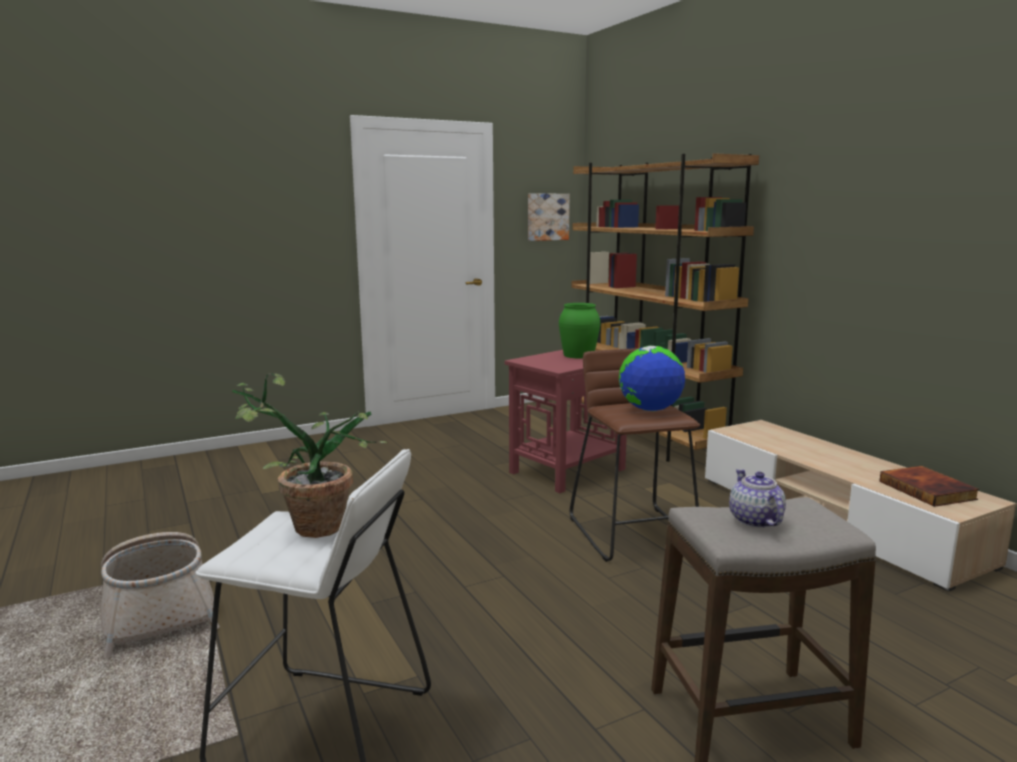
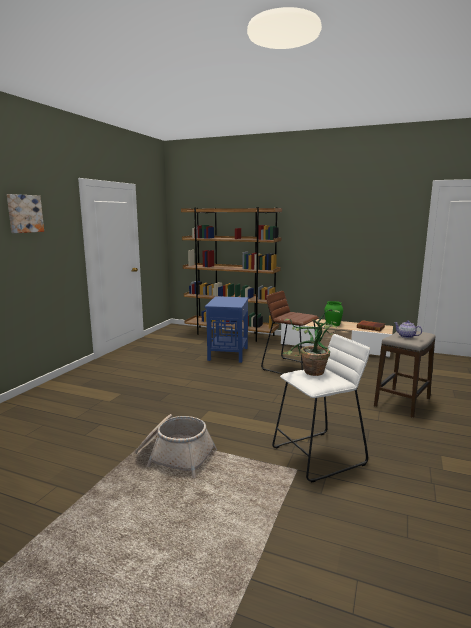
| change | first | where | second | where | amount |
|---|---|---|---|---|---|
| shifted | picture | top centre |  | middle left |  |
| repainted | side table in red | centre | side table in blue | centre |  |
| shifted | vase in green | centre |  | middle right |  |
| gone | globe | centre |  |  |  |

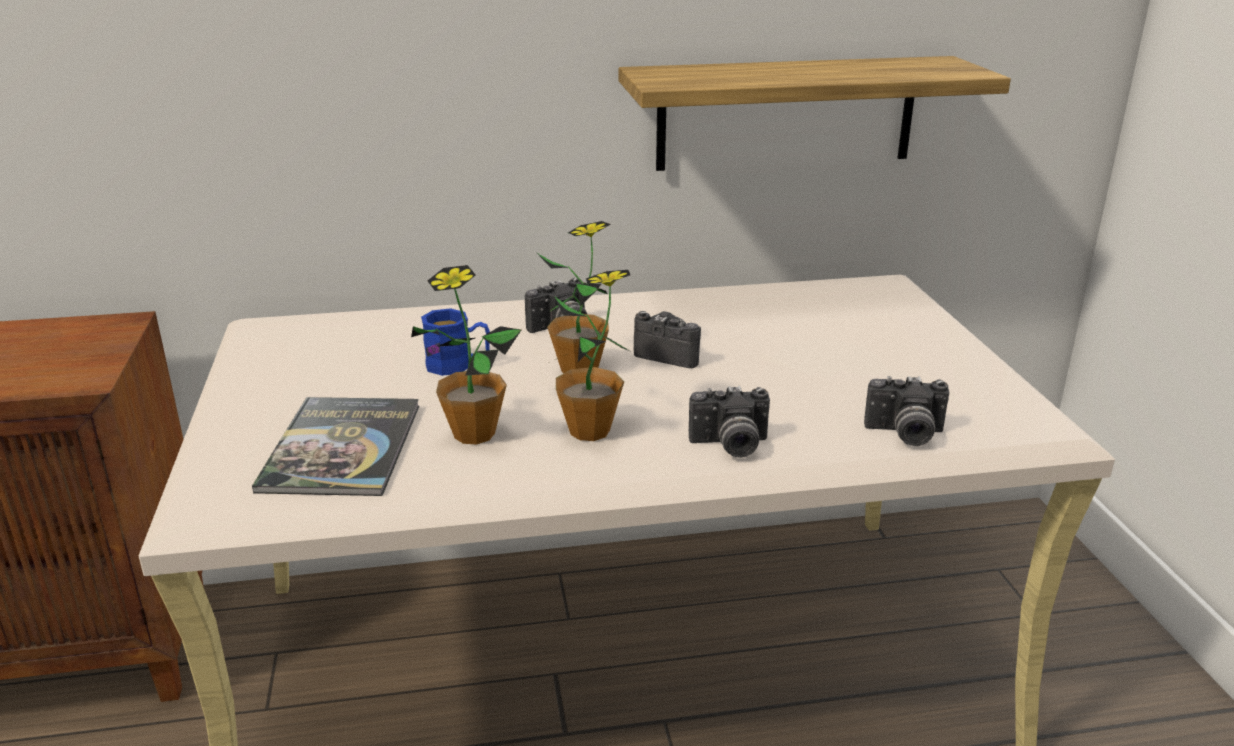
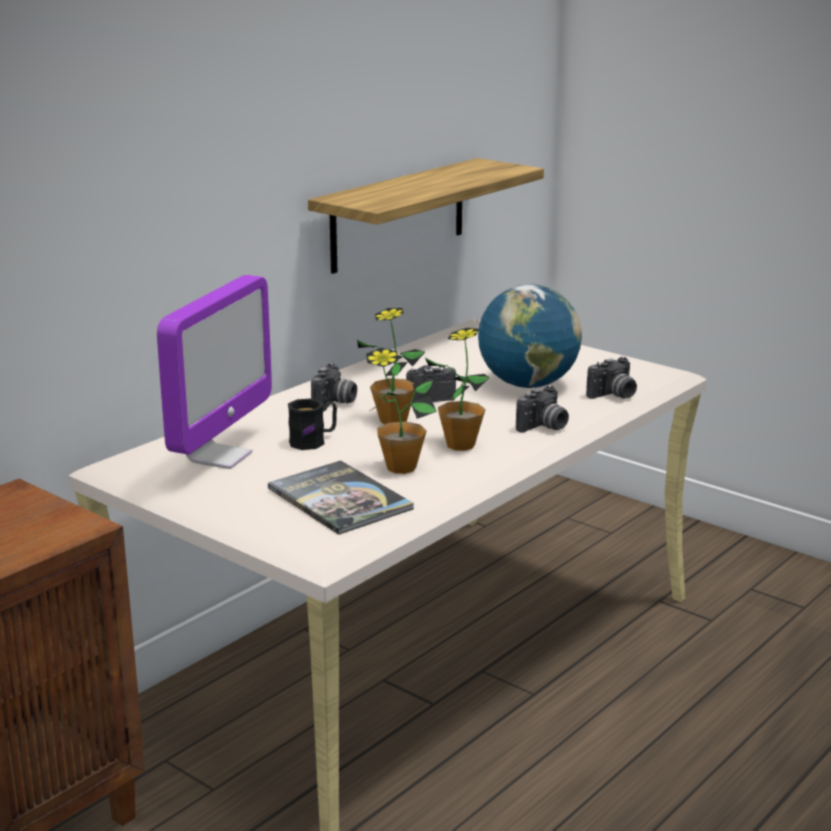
| change | first | where | second | where | amount |
|---|---|---|---|---|---|
| new |  |  | monitor | middle left |  |
| repainted | mug in blue | centre | mug in black | centre |  |
| new |  |  | globe | centre |  |

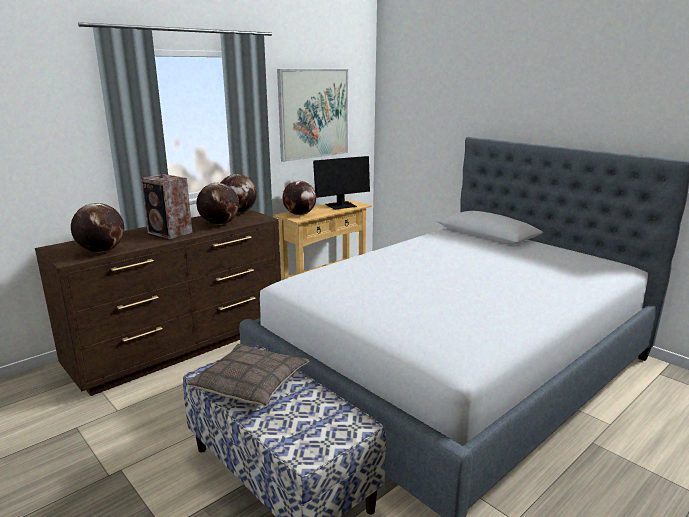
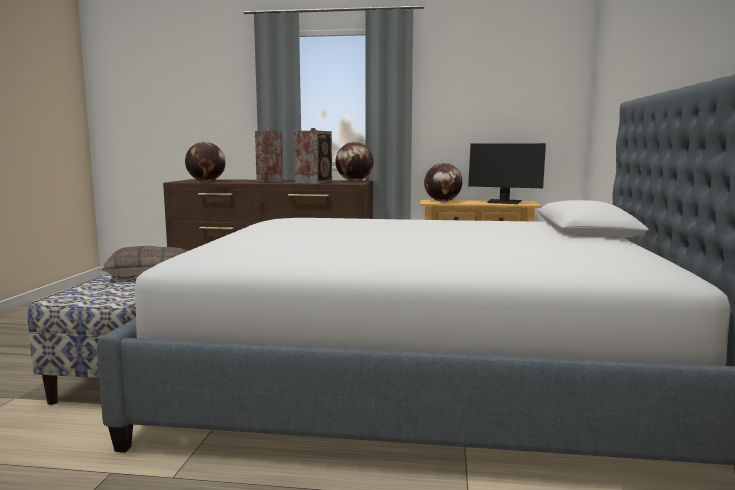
| change | first | where | second | where | amount |
|---|---|---|---|---|---|
| swapped | globe (no. 2 from left) | middle left | speaker (no. 2 from left) | top centre |  |
| gone | picture | top centre |  |  |  |

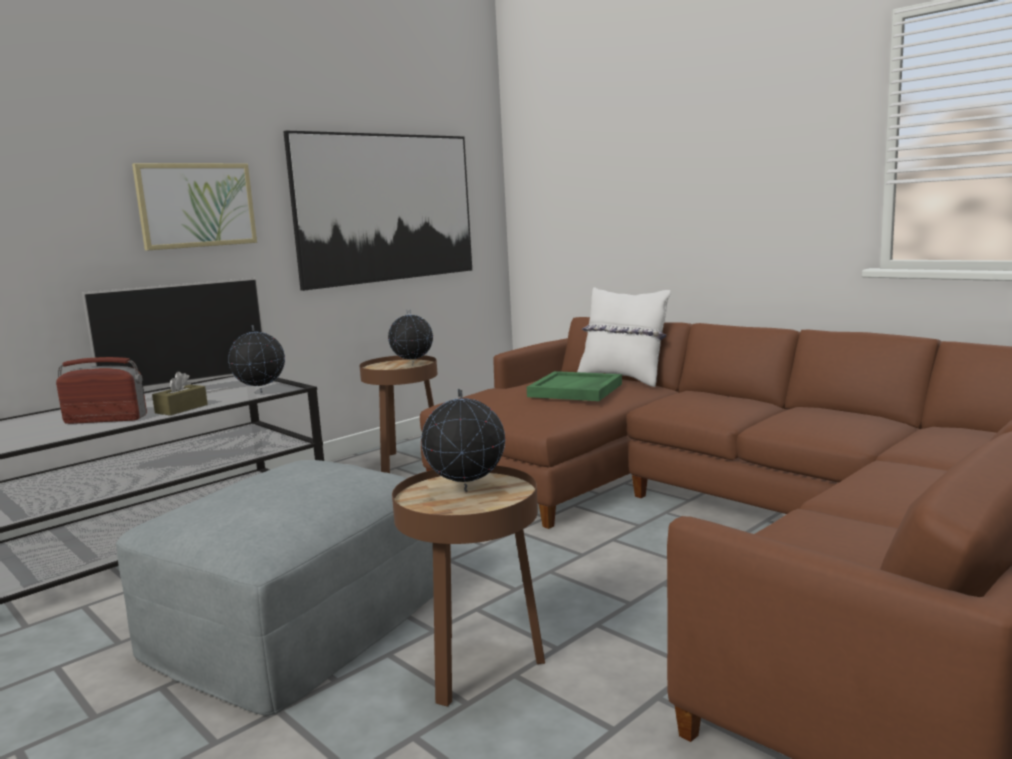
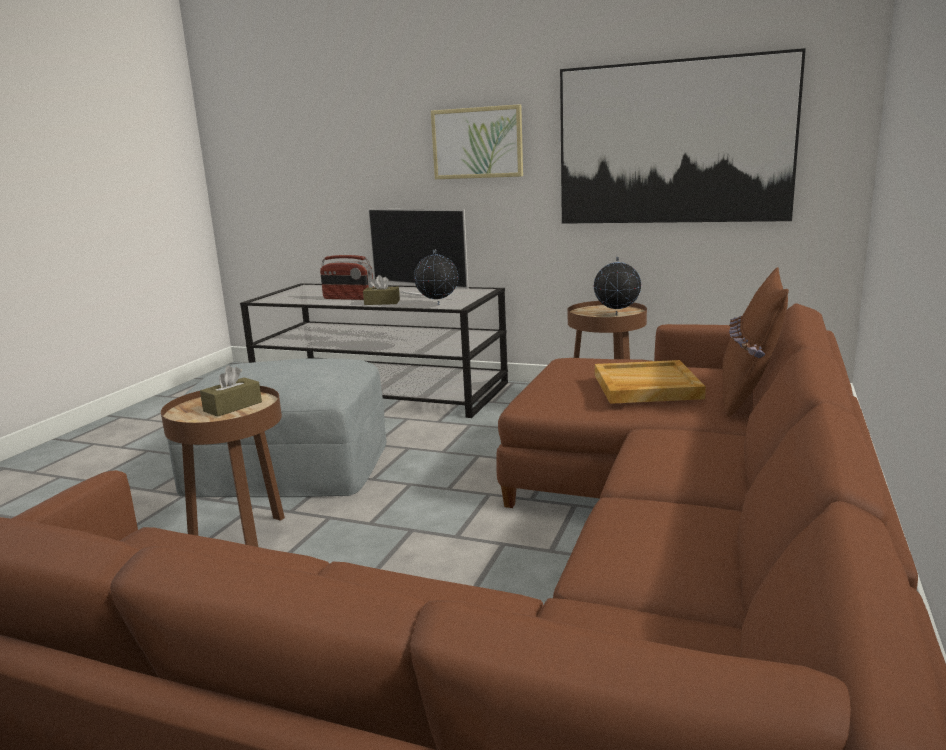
| change | first | where | second | where | amount |
|---|---|---|---|---|---|
| swapped | globe (no. 3 from left) | centre | tissue box in brown (no. 1 from left) | middle left |  |
| rotated | radio | middle left |  | centre | 135 degrees clockwise |
| repainted | tray in green | centre | tray in beige | middle right |  |
| repainted | pillow in white | centre | pillow in brown | middle right |  |

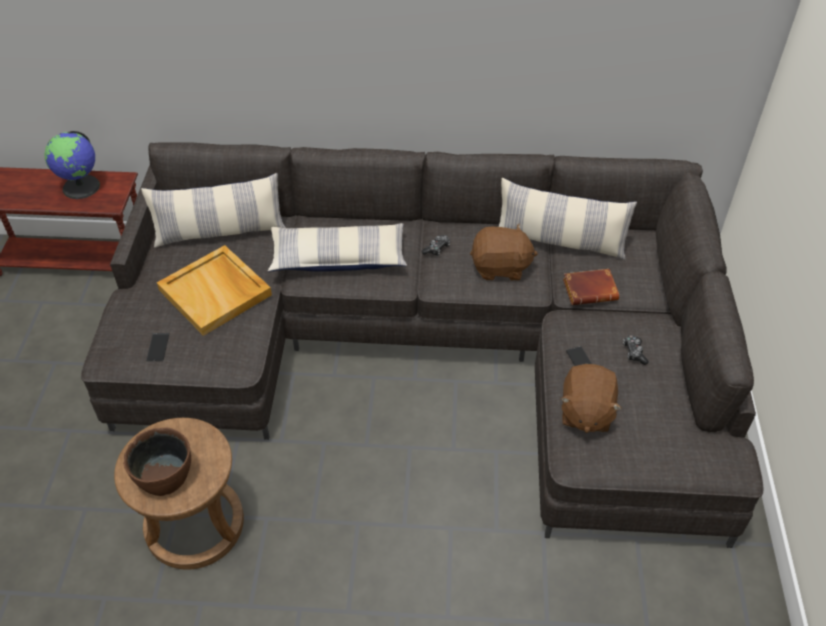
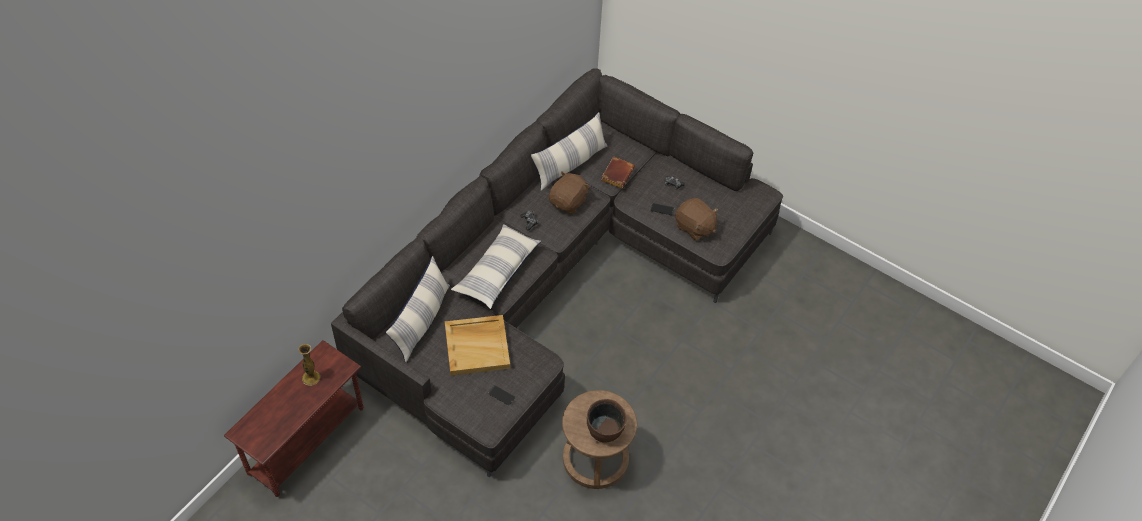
| change | first | where | second | where | amount |
|---|---|---|---|---|---|
| swapped | globe | top left | vase | bottom left |  |

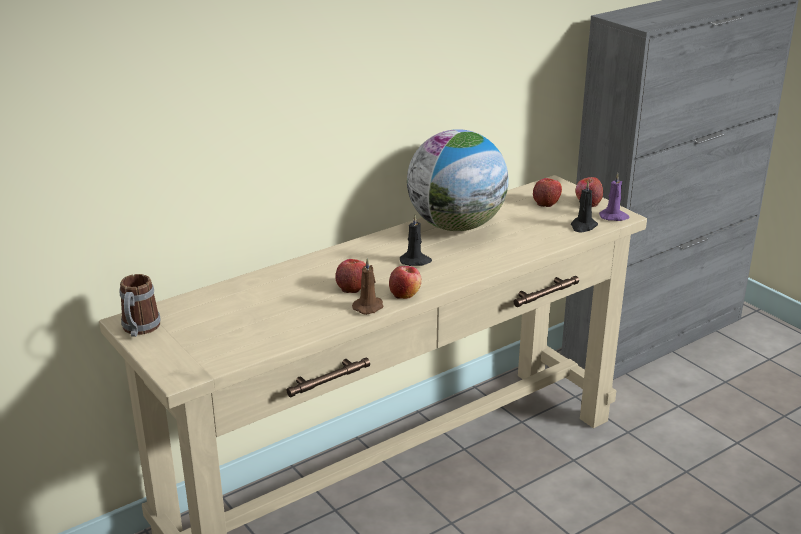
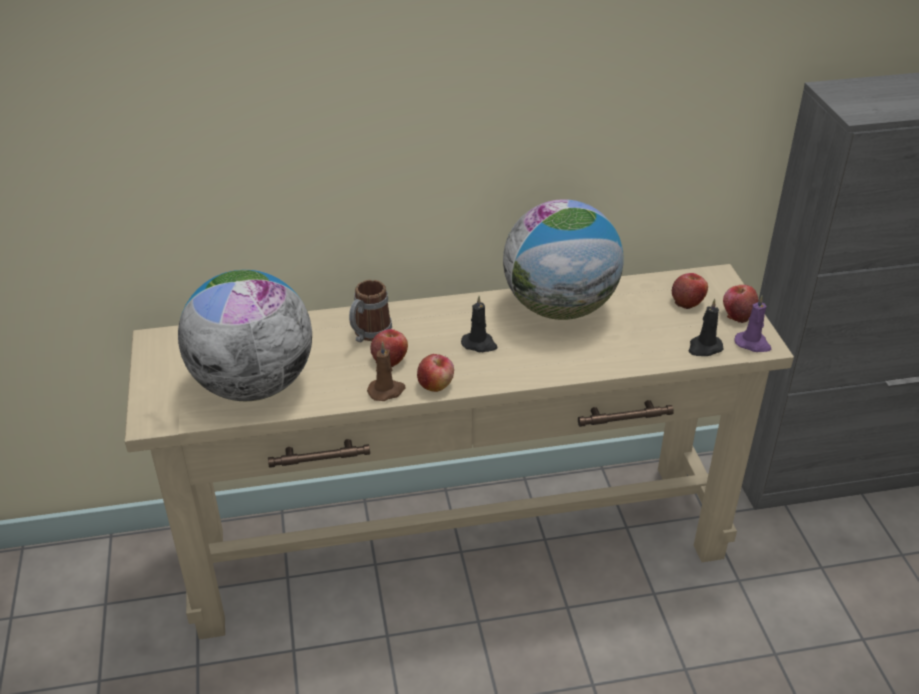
| change | first | where | second | where | amount |
|---|---|---|---|---|---|
| new |  |  | globe (no. 1 from left) | middle left |  |
| shifted | mug | middle left |  | centre |  |

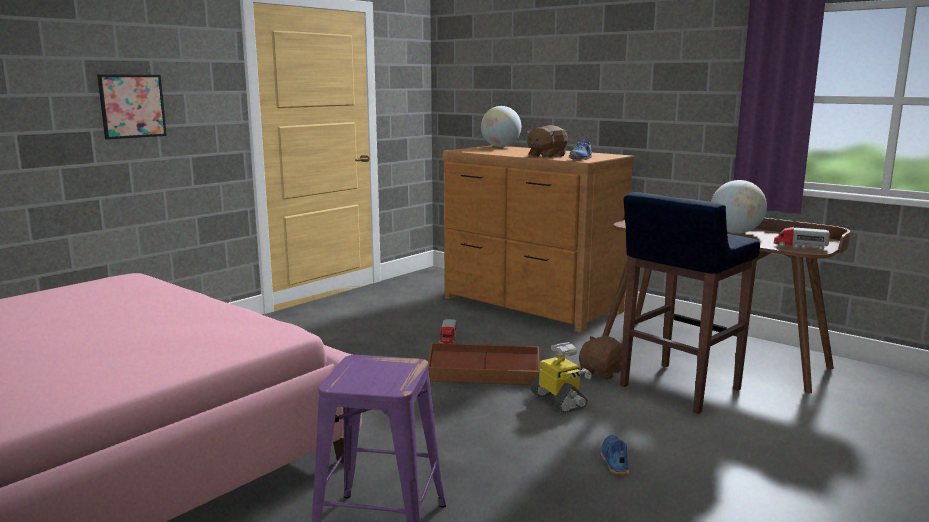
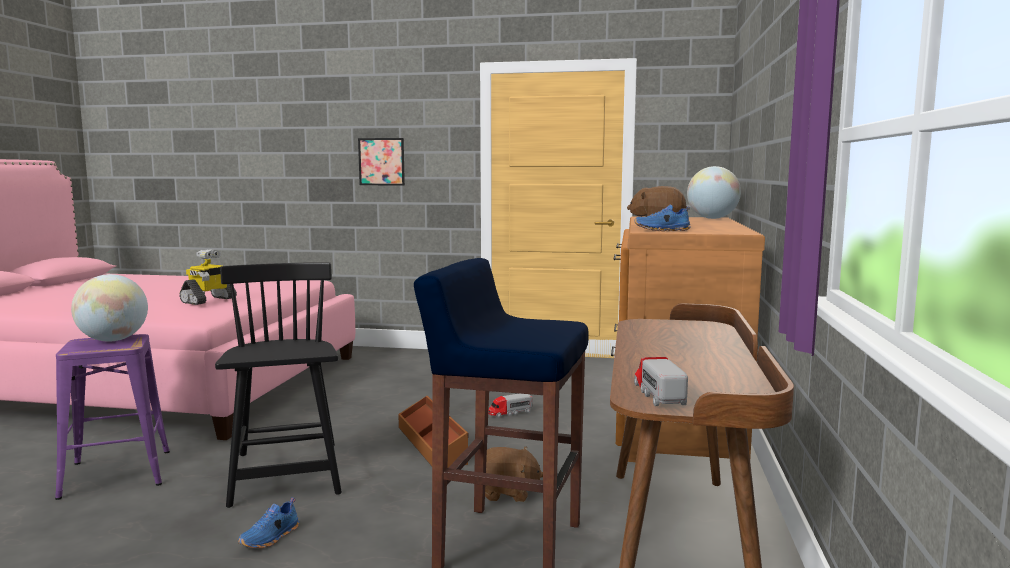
| change | first | where | second | where | amount |
|---|---|---|---|---|---|
| shifted | globe (no. 2 from left in the first image) | middle right | globe (no. 1 from left) | middle left |  |
| shifted | toy robot | bottom centre |  | middle left |  |
| new |  |  | chair in black | bottom left |  |
| rotated | shoe in blue (no. 2 from left in the first image) | bottom centre | shoe in blue (no. 1 from left) | bottom left | 150 degrees clockwise |

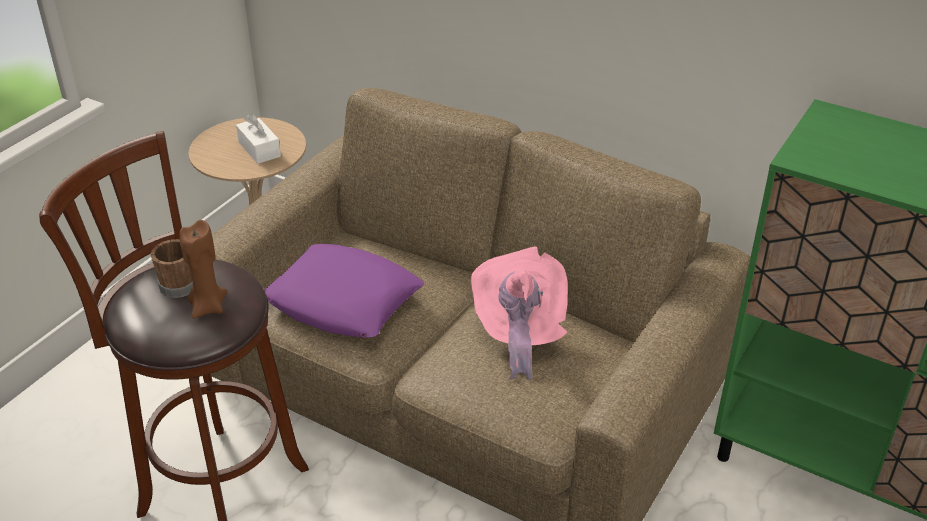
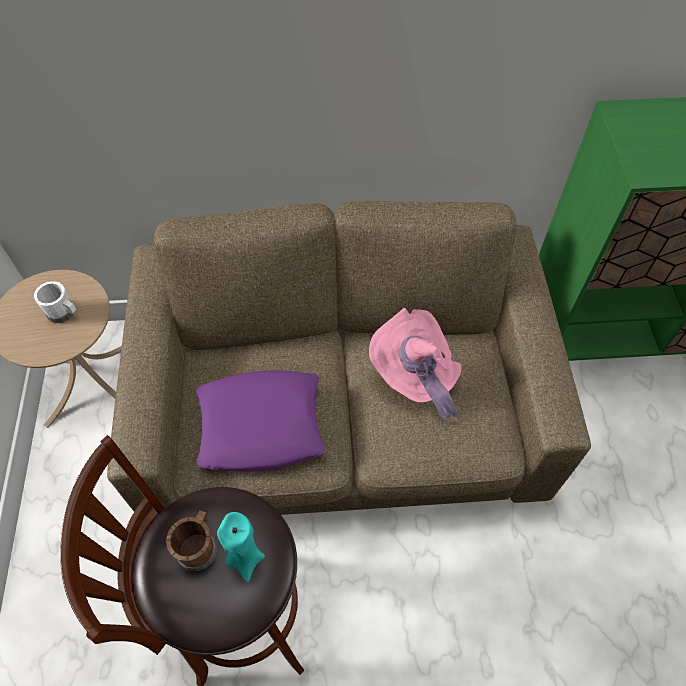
| change | first | where | second | where | amount |
|---|---|---|---|---|---|
| swapped | tissue box in white | top left | mug in white | middle left |  |
| repainted | candle in brown | middle left | candle in turquoise | bottom centre |  |

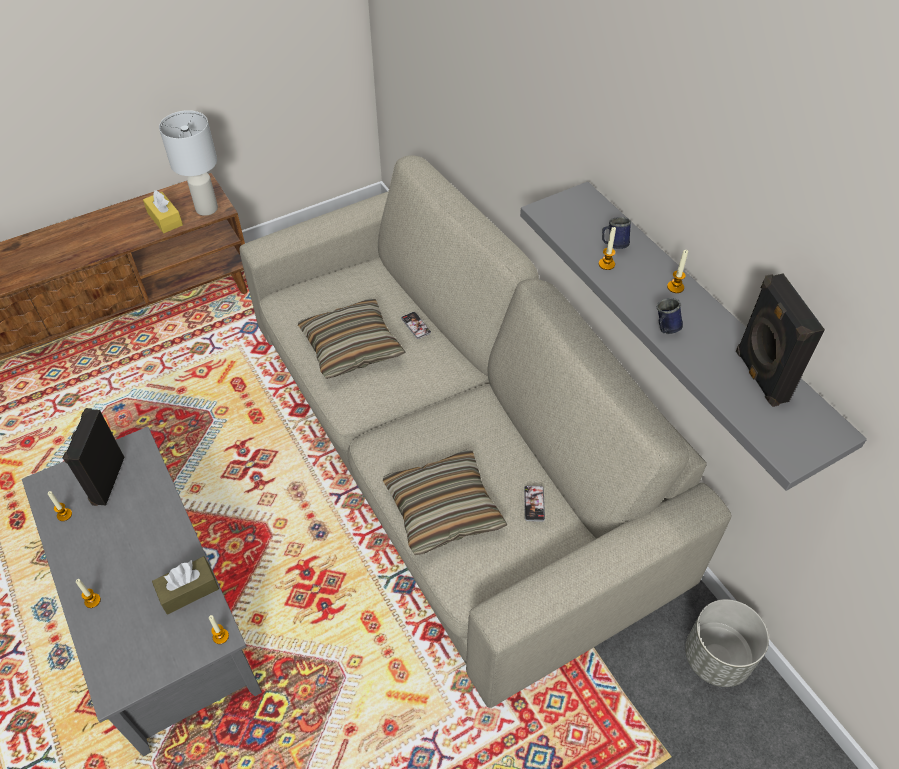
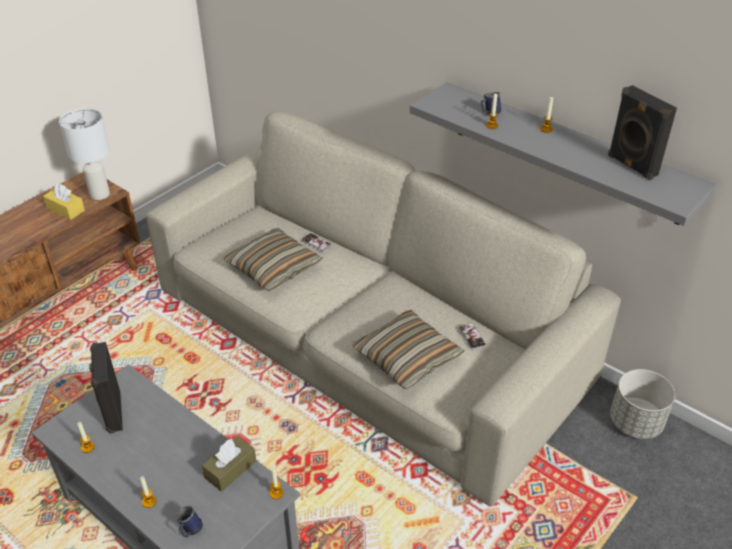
| change | first | where | second | where | amount |
|---|---|---|---|---|---|
| shifted | mug in blue (no. 2 from left in the first image) | middle right | mug in blue (no. 1 from left) | bottom left |  |

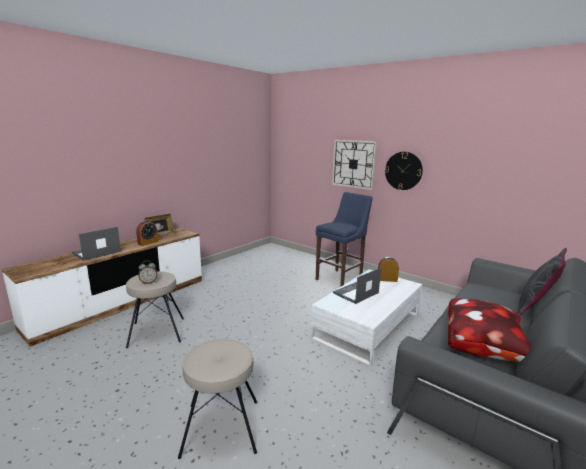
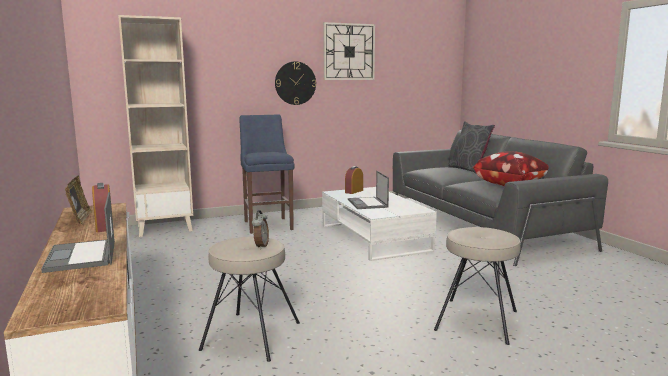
| change | first | where | second | where | amount |
|---|---|---|---|---|---|
| new |  |  | bookcase in beige | middle left |  |
| shifted | wall clock (no. 1 from left in the first image) | centre | wall clock (no. 2 from left) | top centre |  |

